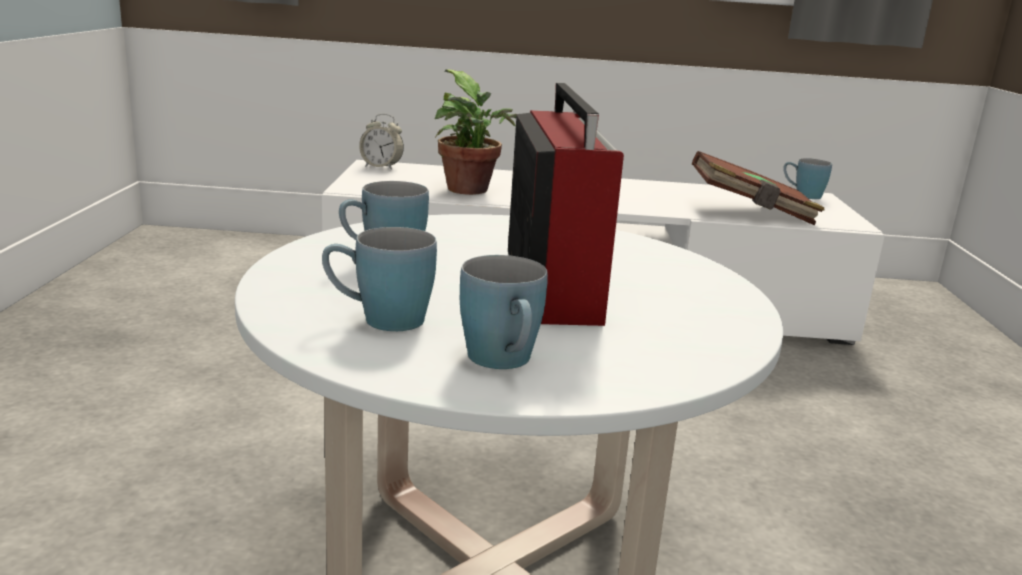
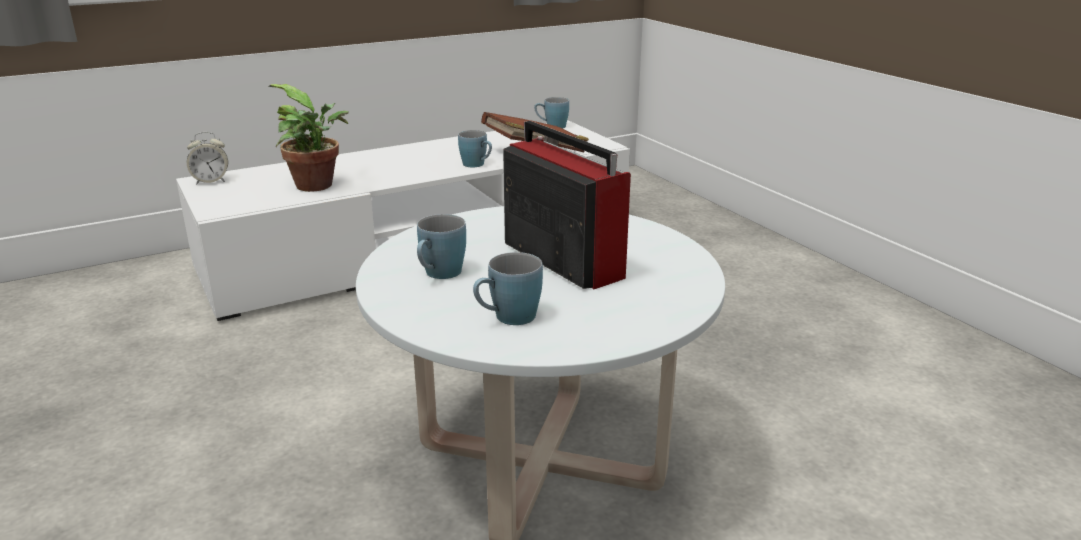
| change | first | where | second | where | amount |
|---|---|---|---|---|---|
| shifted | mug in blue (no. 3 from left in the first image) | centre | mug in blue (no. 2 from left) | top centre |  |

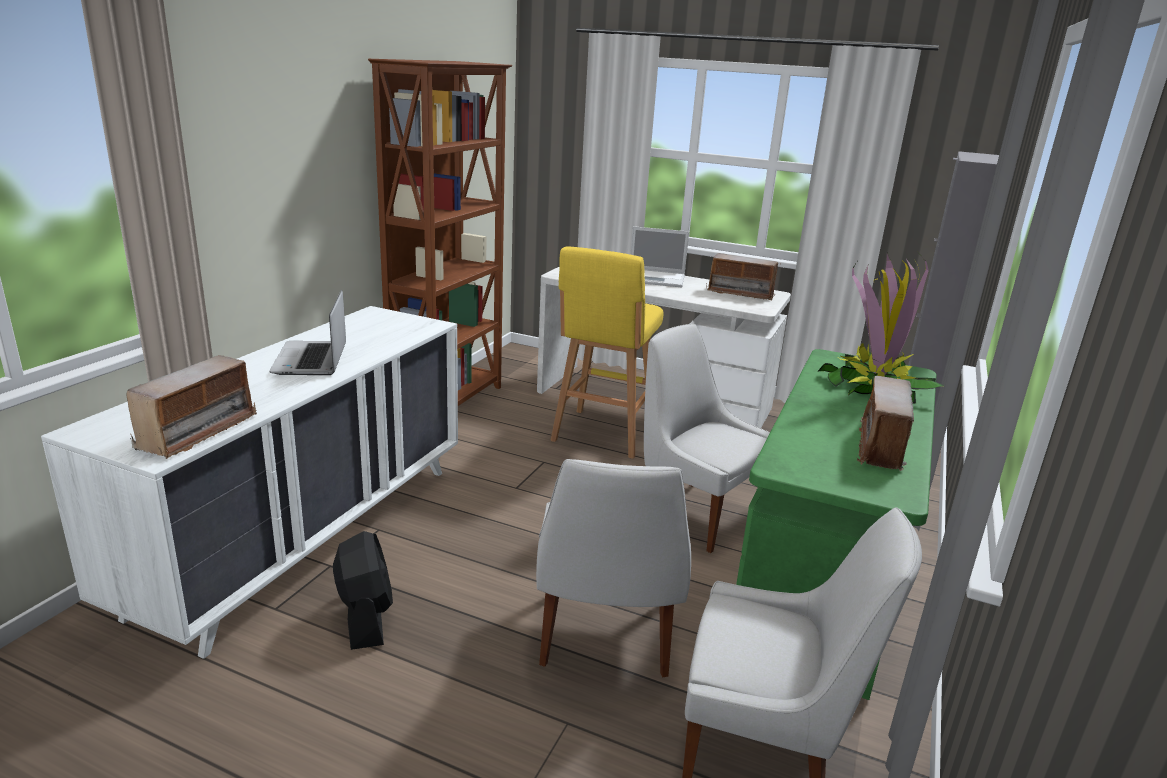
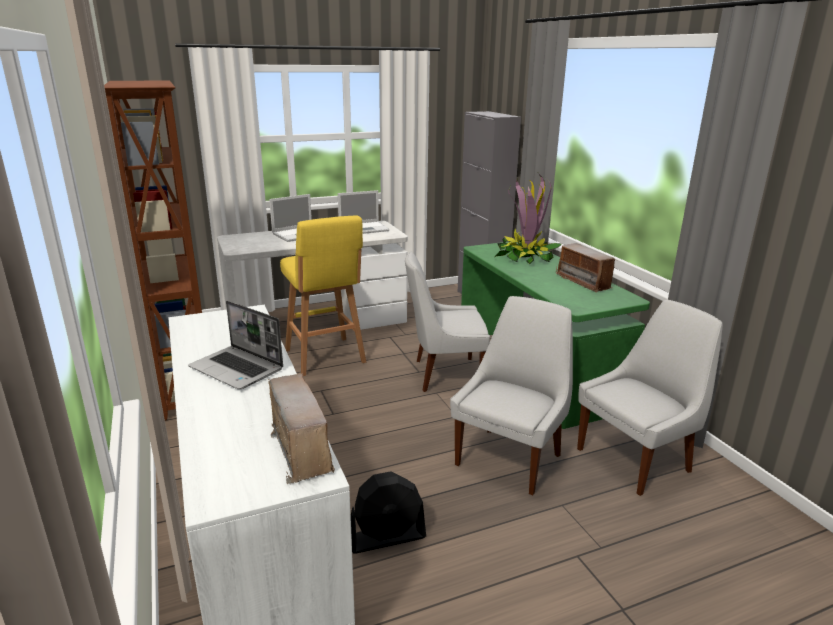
| change | first | where | second | where | amount |
|---|---|---|---|---|---|
| swapped | radio (no. 2 from left) | centre | laptop (no. 3 from left) | centre |  |
| rotated | fan in black | bottom left |  | bottom centre | 135 degrees clockwise |
| rotated | chair in white (no. 1 from left in the first image) | bottom centre | chair in white (no. 2 from left) | centre | 105 degrees counterclockwise |

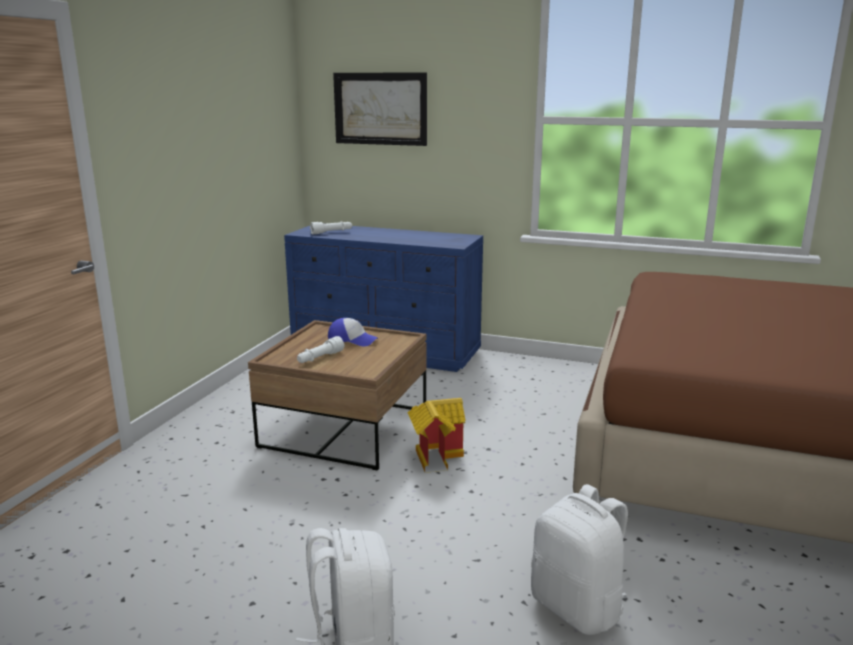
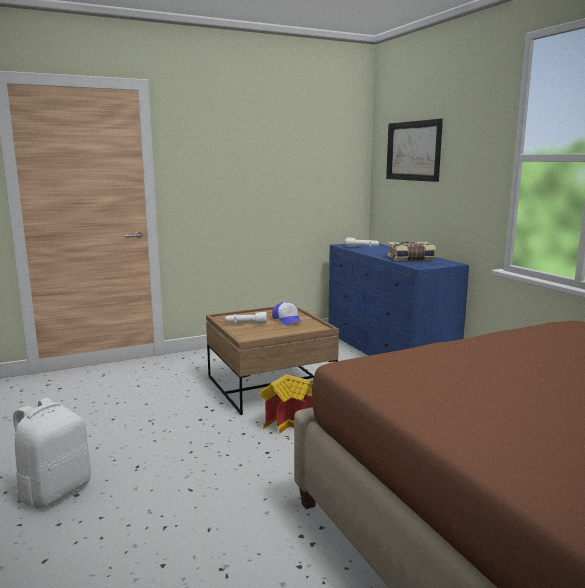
| change | first | where | second | where | amount |
|---|---|---|---|---|---|
| new |  |  | book | middle right |  |
| gone | backpack in white (no. 2 from left) | bottom right |  |  |  |

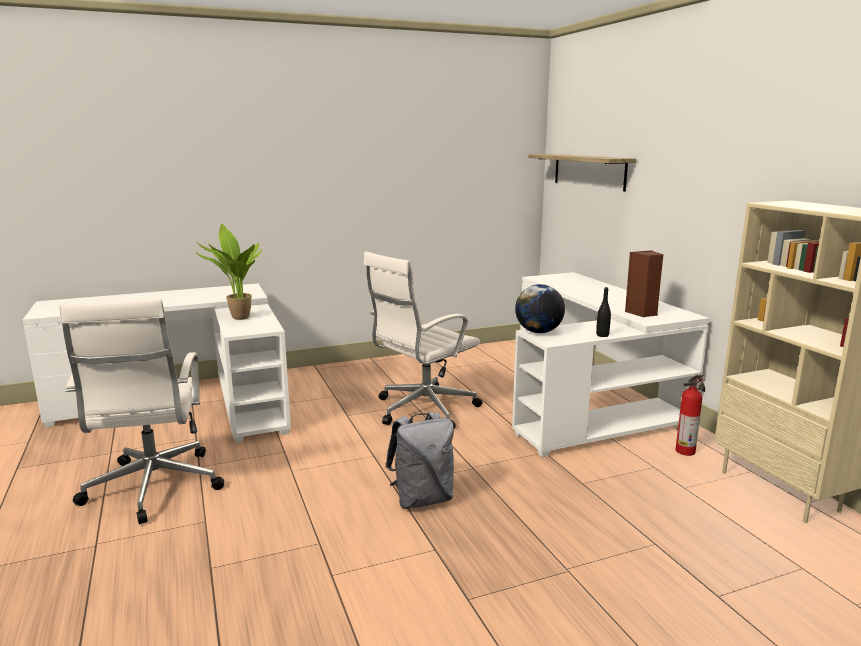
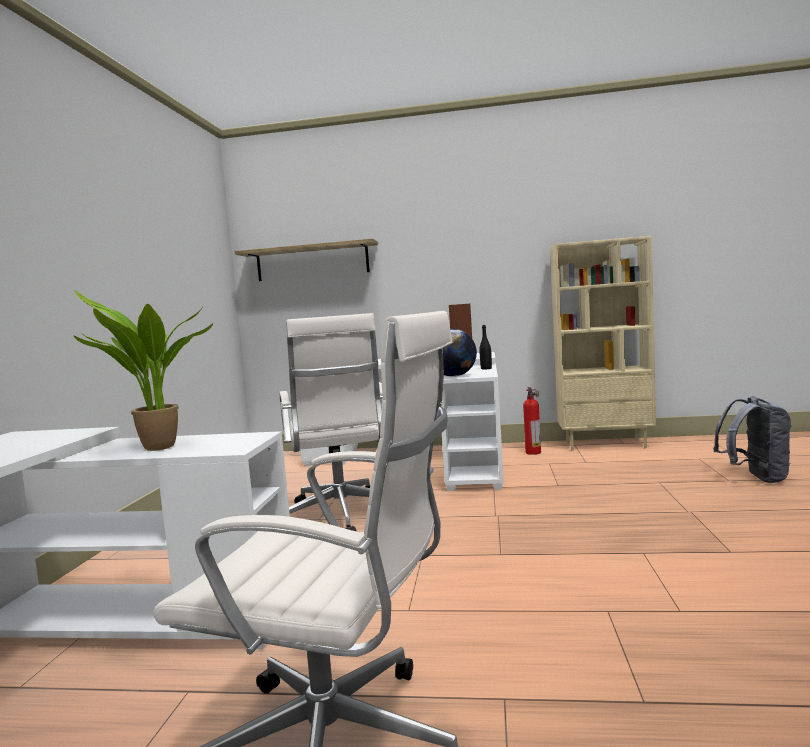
| change | first | where | second | where | amount |
|---|---|---|---|---|---|
| shifted | backpack in grey | bottom centre |  | middle right |  |

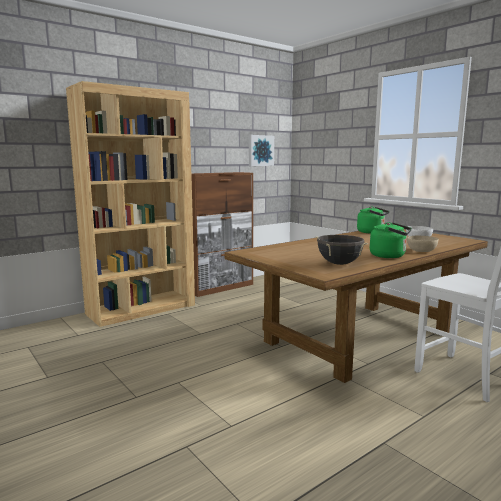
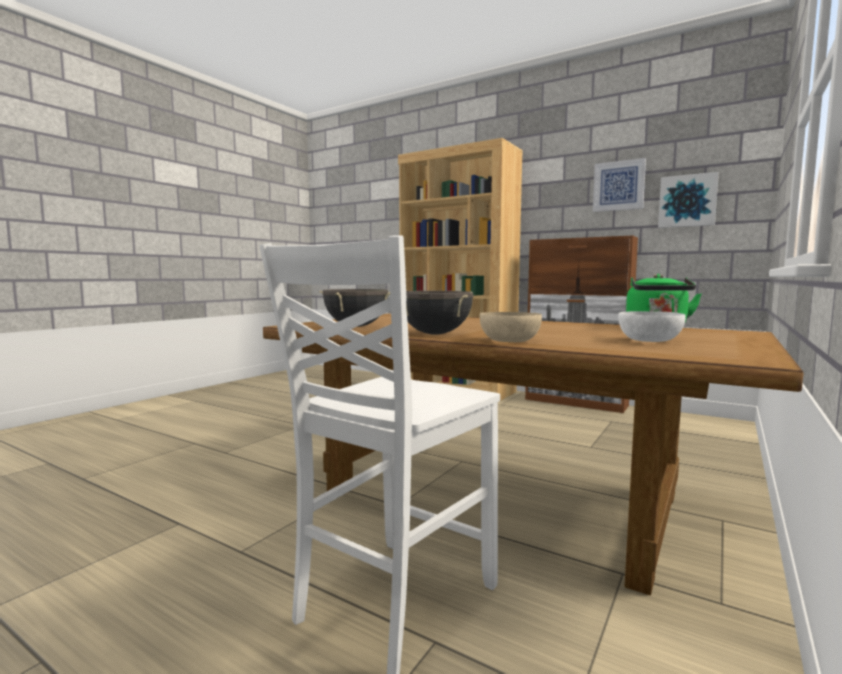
| change | first | where | second | where | amount |
|---|---|---|---|---|---|
| swapped | kettle in green (no. 2 from left) | middle right | cooking pot in black (no. 2 from left) | centre |  |
| new |  |  | picture (no. 1 from left) | top right |  |

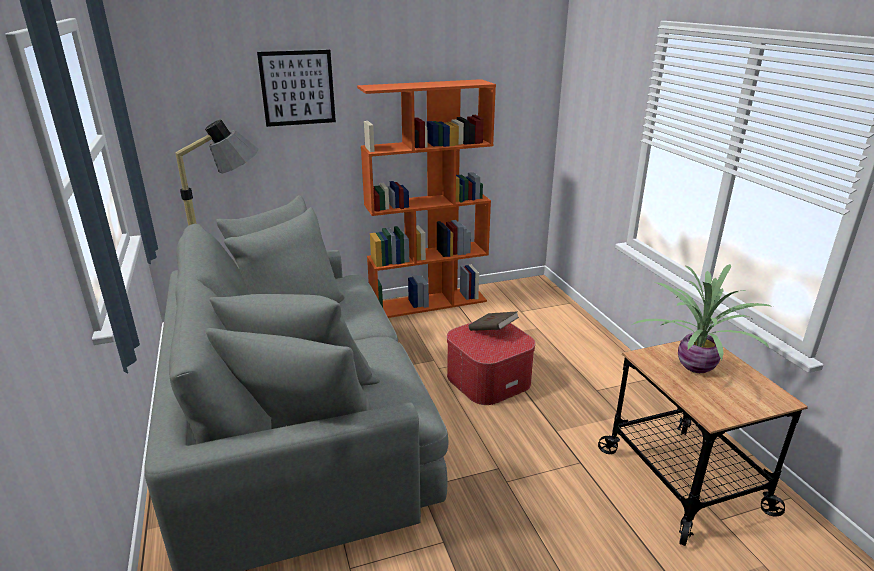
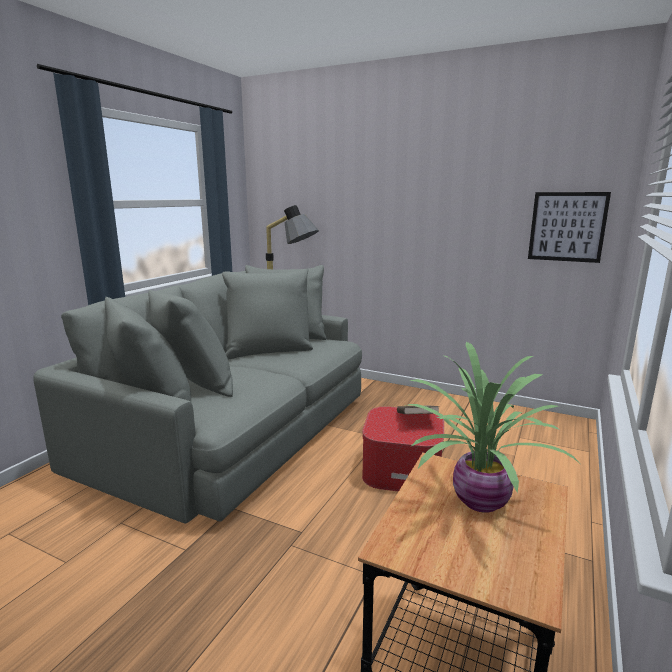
| change | first | where | second | where | amount |
|---|---|---|---|---|---|
| shifted | picture | top centre |  | middle right |  |
| gone | bookcase in orange | centre |  |  |  |

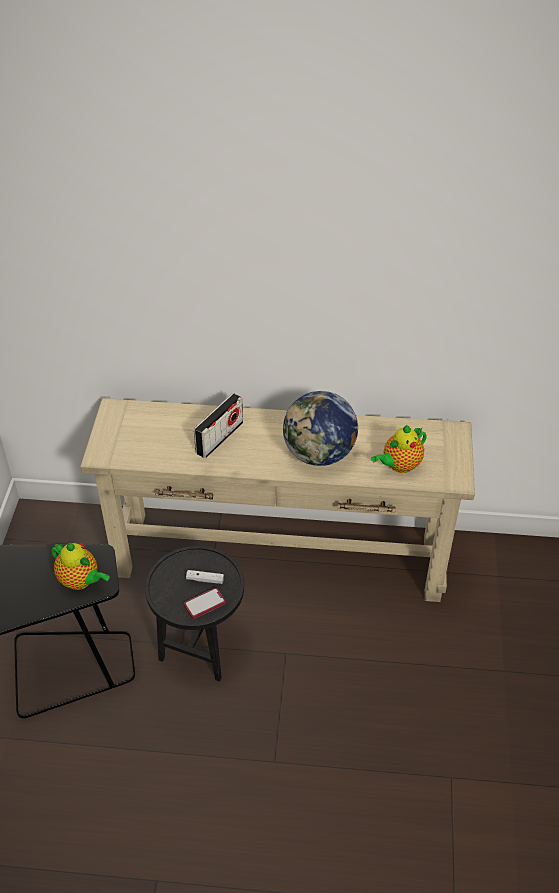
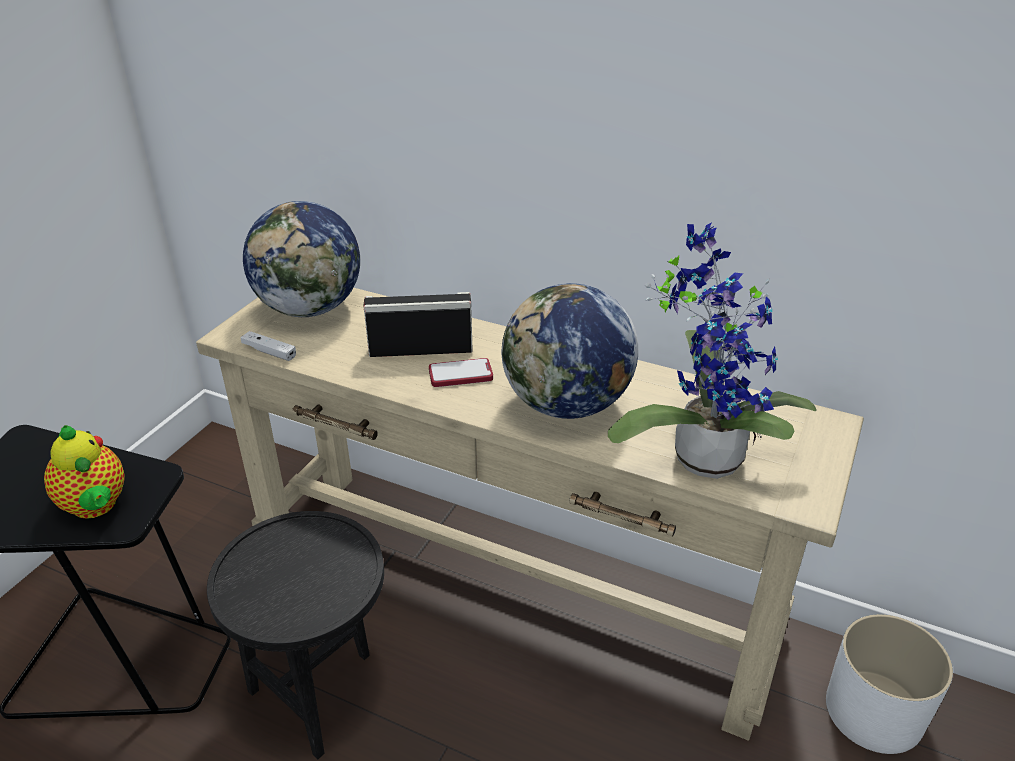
| change | first | where | second | where | amount |
|---|---|---|---|---|---|
| shifted | game controller in white | centre |  | middle left |  |
| new |  |  | globe (no. 1 from left) | middle left |  |
| rotated | radio | centre |  | centre | 150 degrees counterclockwise |
| shifted | phone | bottom centre |  | centre |  |
| swapped | teapot (no. 2 from left) | middle right | potted plant | middle right |  |
| new |  |  | planter in white | bottom right |  |

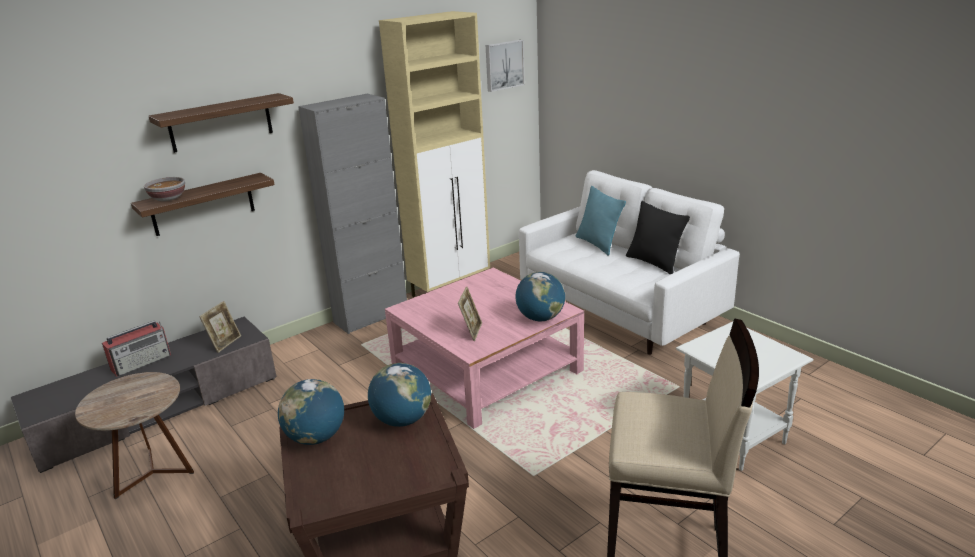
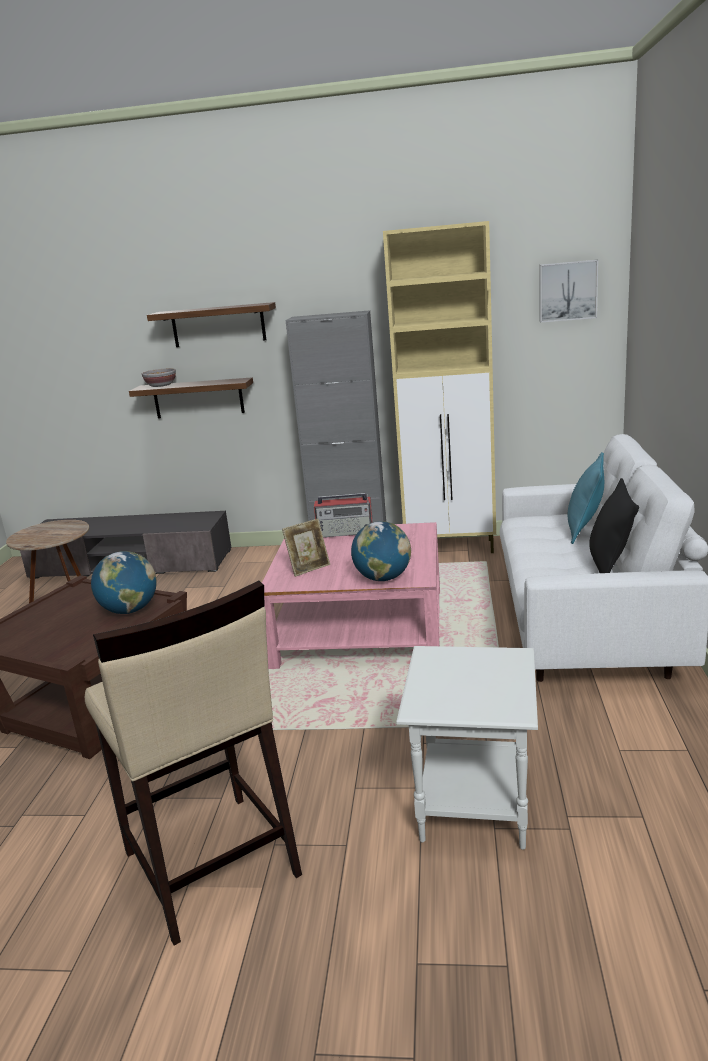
| change | first | where | second | where | amount |
|---|---|---|---|---|---|
| shifted | radio | middle left |  | centre |  |
| gone | picture frame (no. 1 from left) | middle left |  |  |  |
| gone | globe (no. 1 from left) | bottom left |  |  |  |

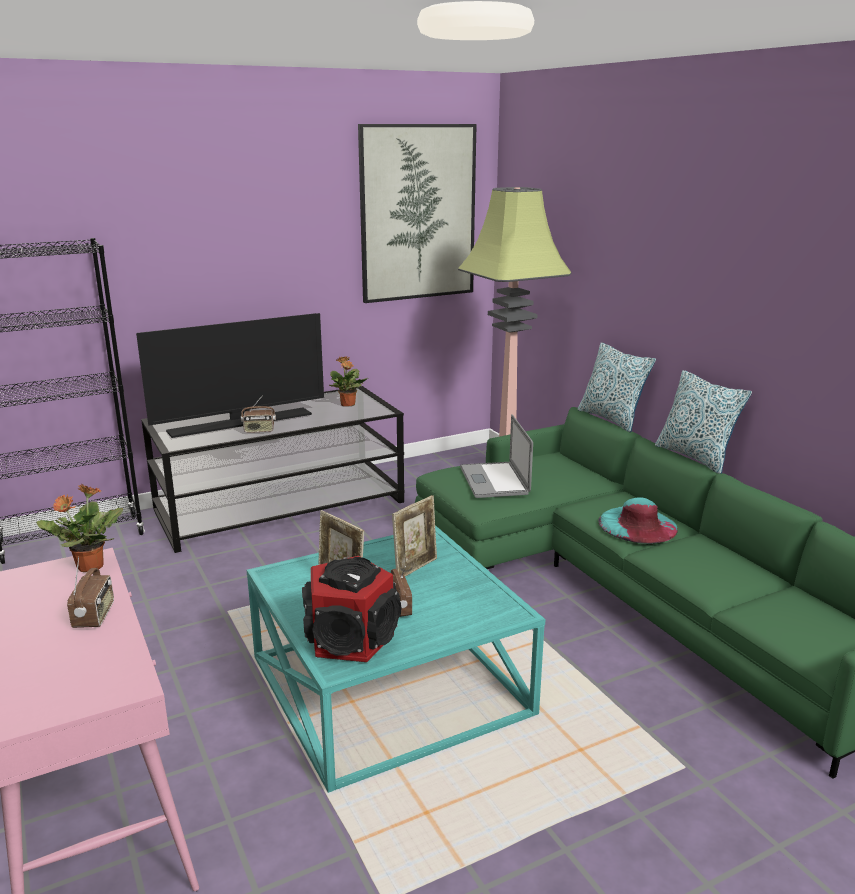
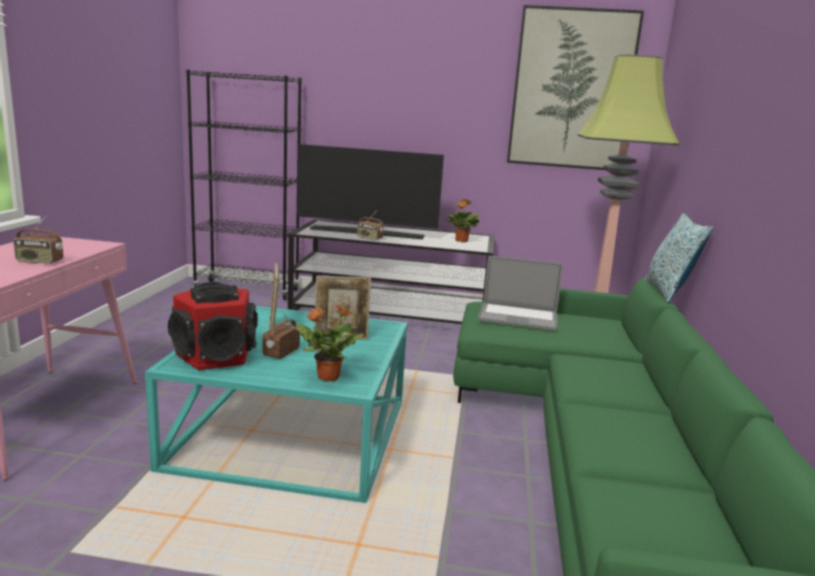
| change | first | where | second | where | amount |
|---|---|---|---|---|---|
| rotated | radio (no. 1 from left) | middle left |  | middle left | 60 degrees clockwise |
| shifted | potted plant (no. 1 from left) | middle left |  | centre |  |
| rotated | laptop | centre |  | centre | 105 degrees counterclockwise |
| gone | hat in turquoise | middle right |  |  |  |
| gone | pillow (no. 2 from left) | middle right |  |  |  |

